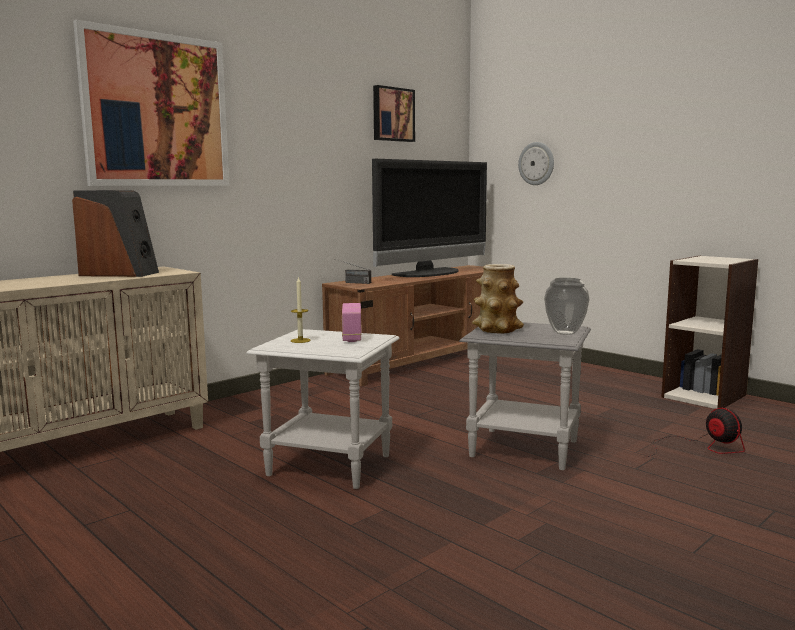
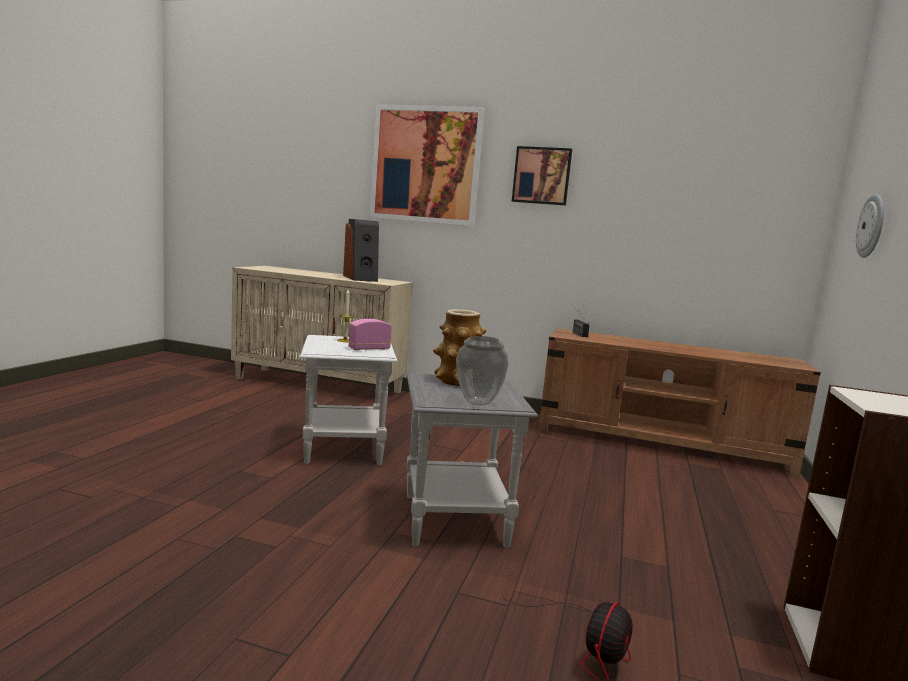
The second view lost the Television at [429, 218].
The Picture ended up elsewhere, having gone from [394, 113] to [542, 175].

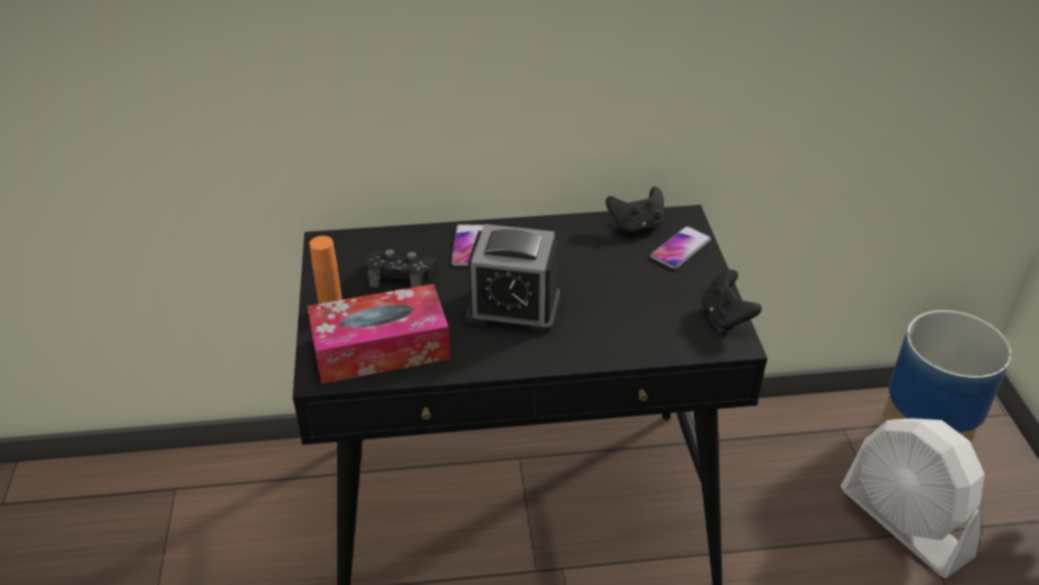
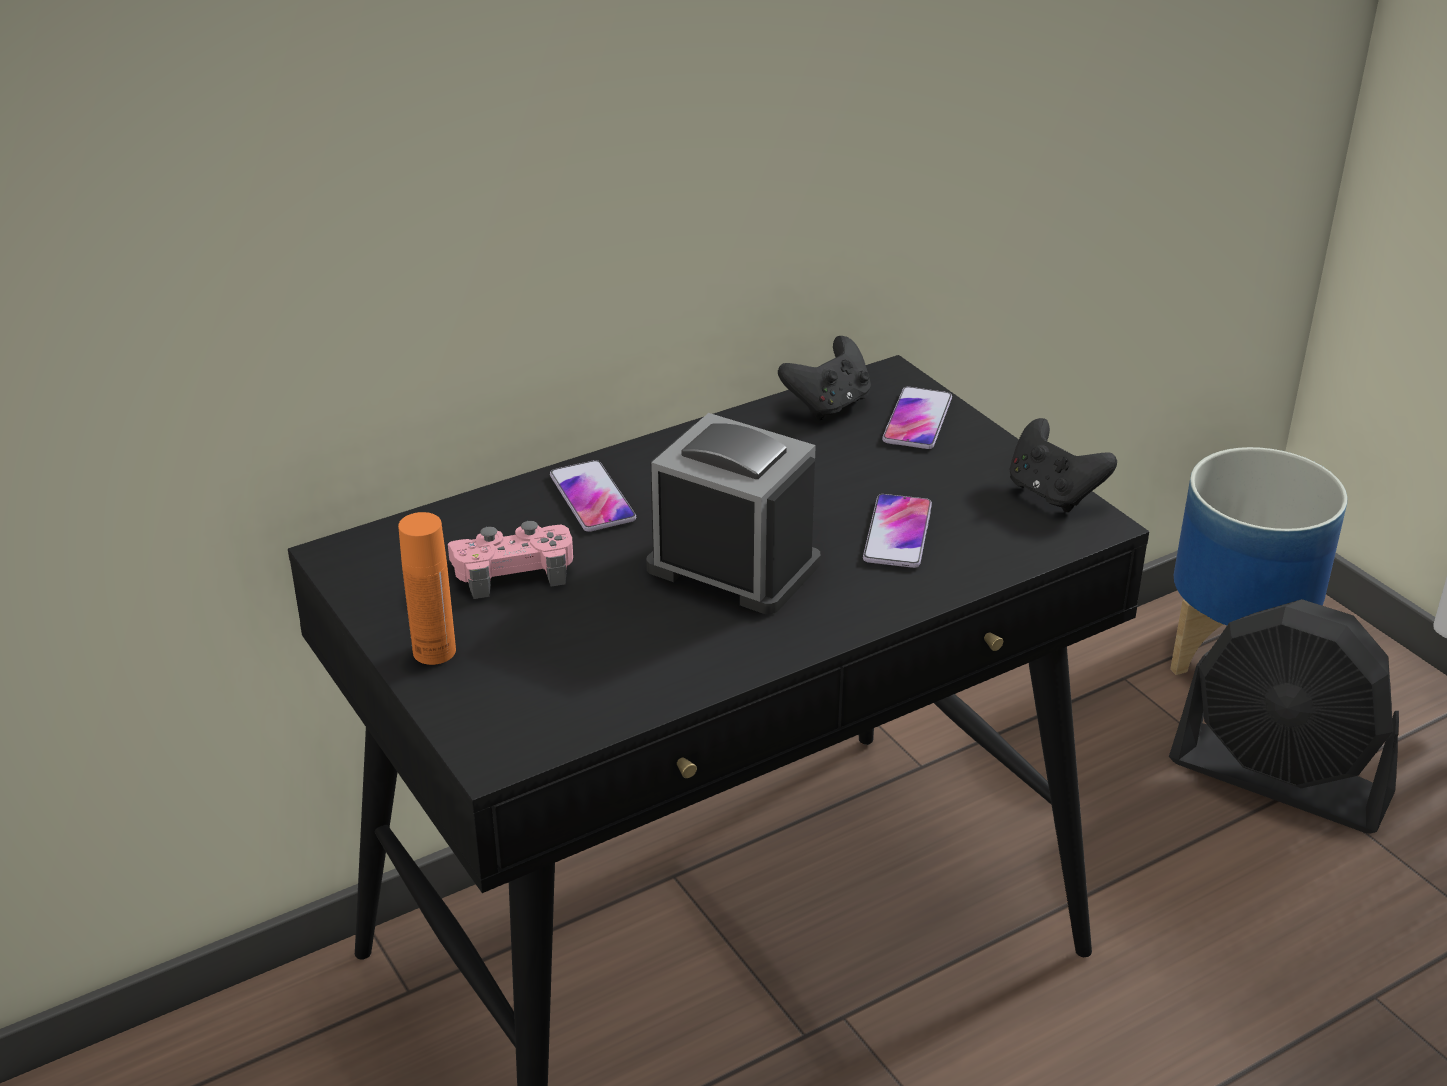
The second view lost the TissueBox at [378, 334].
The second view gained the Phone at [897, 531].
What was the BlackGameController at [401, 268] turned into the PinkGameController at [510, 560].
What was the WhiteFan at [913, 498] turned into the BlackFan at [1284, 716].
The AlarmClock at [513, 278] ended up facing another way, 135 degrees counterclockwise from before.

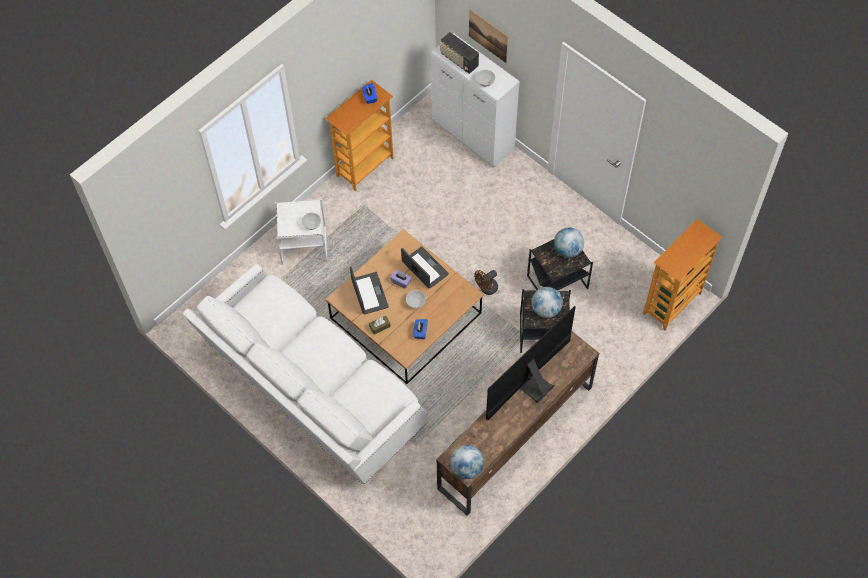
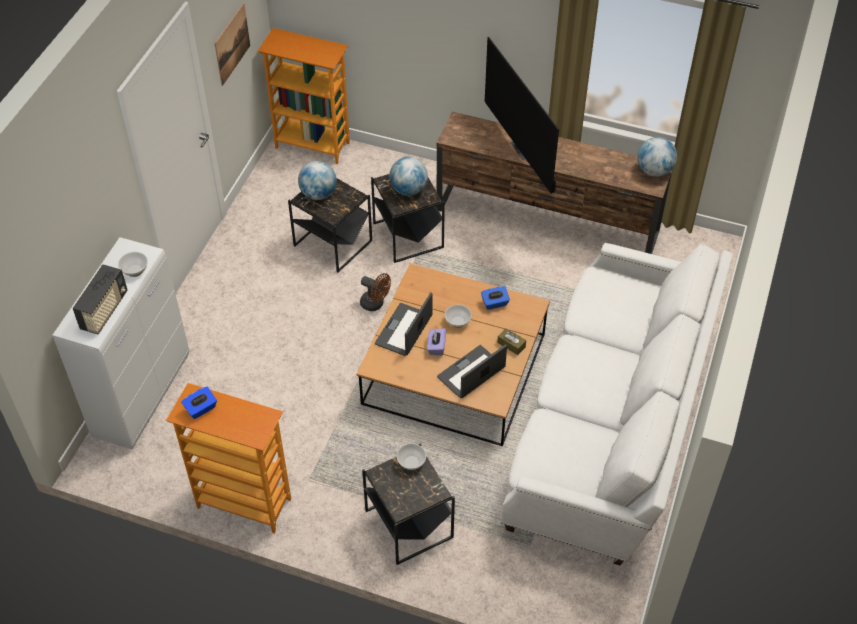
The Picture ended up elsewhere, having gone from [488, 36] to [232, 44].
What was the WhiteSideTable at [301, 232] turned into the BlackSideTable at [408, 504].
The Television at [531, 363] ended up facing another way, 45 degrees clockwise from before.

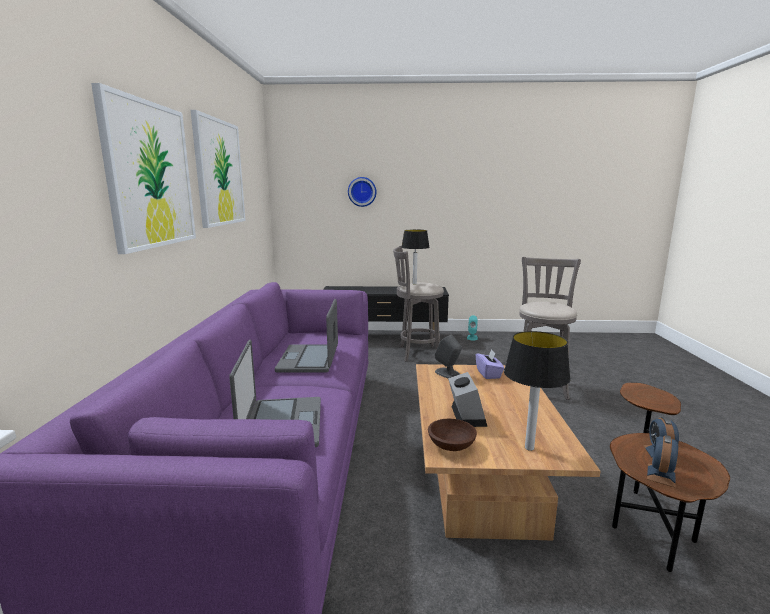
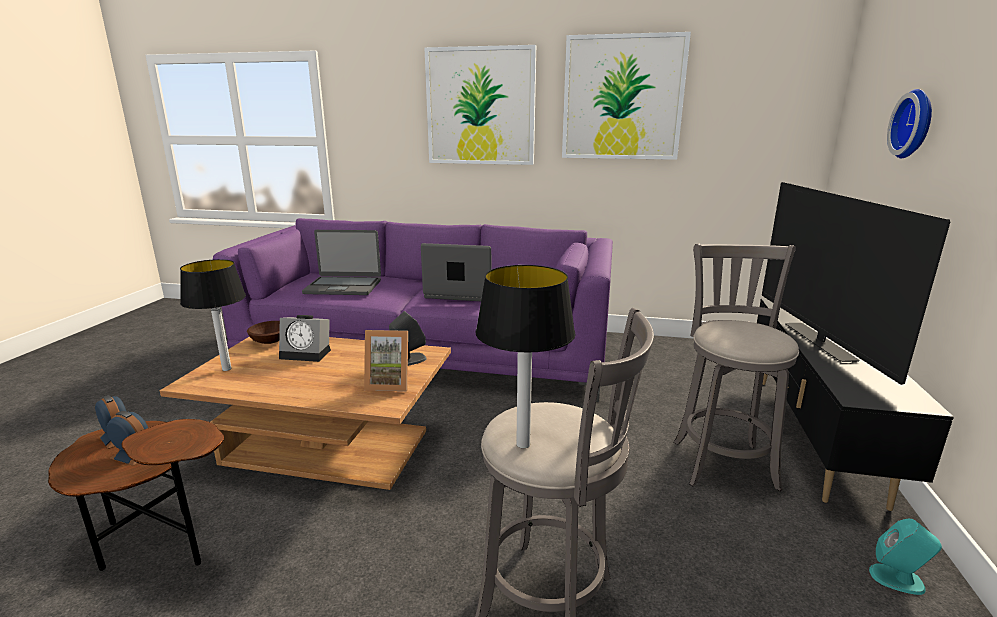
The second view gained the Television at [856, 283].
The TableLamp ended up elsewhere, having gone from [415, 256] to [526, 356].
Where the PurpleTissueBox stood at [490, 364], the PictureFrame came to stand at [386, 360].

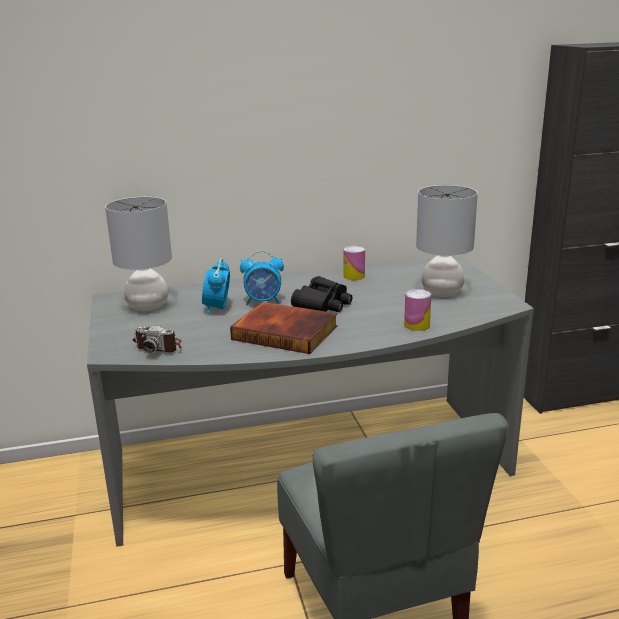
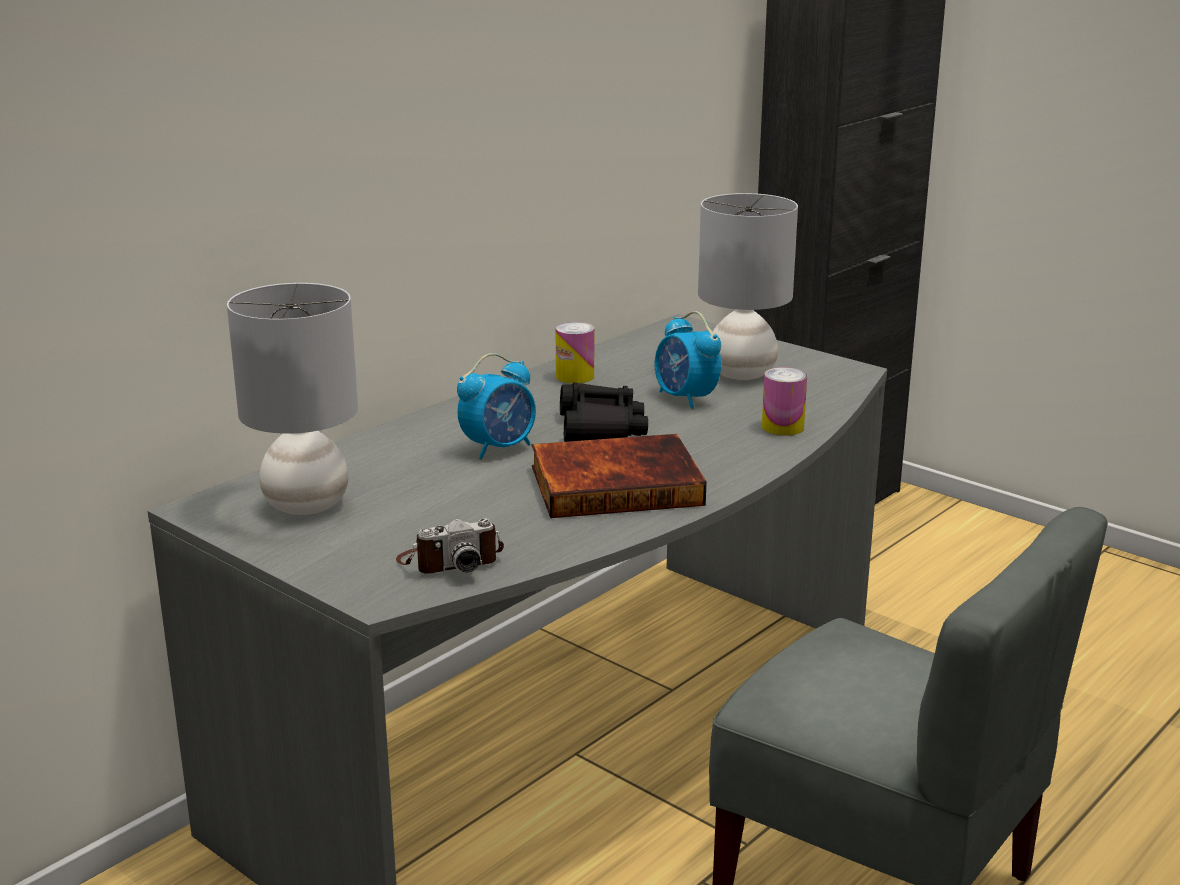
The AlarmClock ended up elsewhere, having gone from [216, 286] to [688, 360].

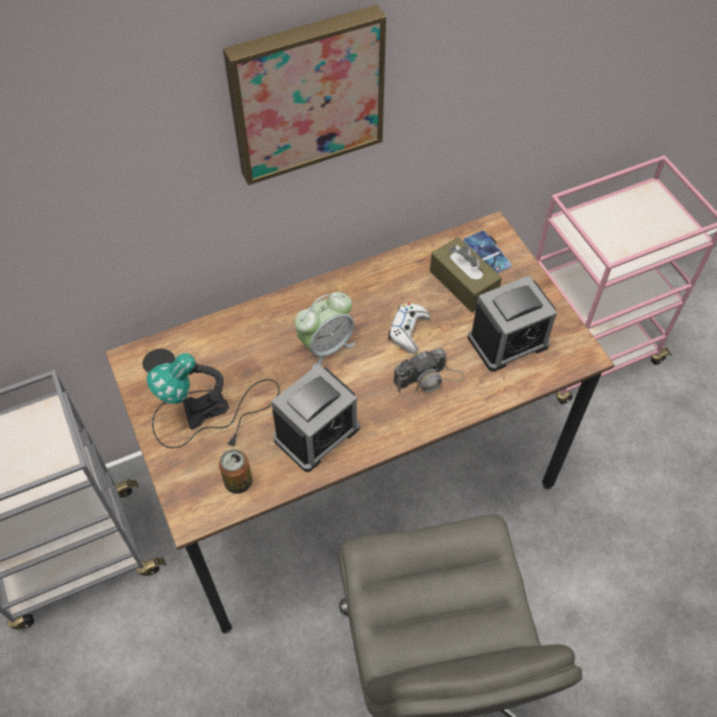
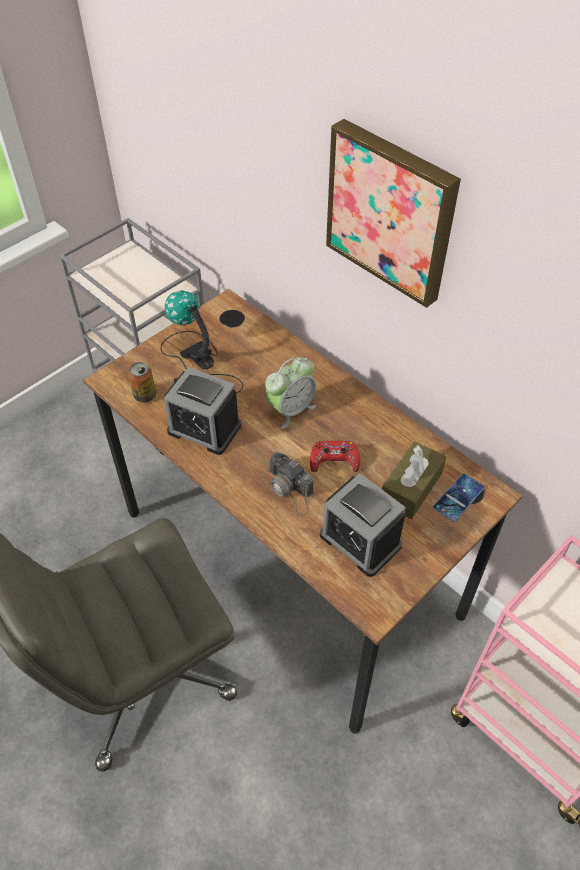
What was the WhiteGameController at [409, 328] turned into the RedGameController at [335, 456].
The AlarmClock at [324, 330] ended up facing another way, 75 degrees counterclockwise from before.

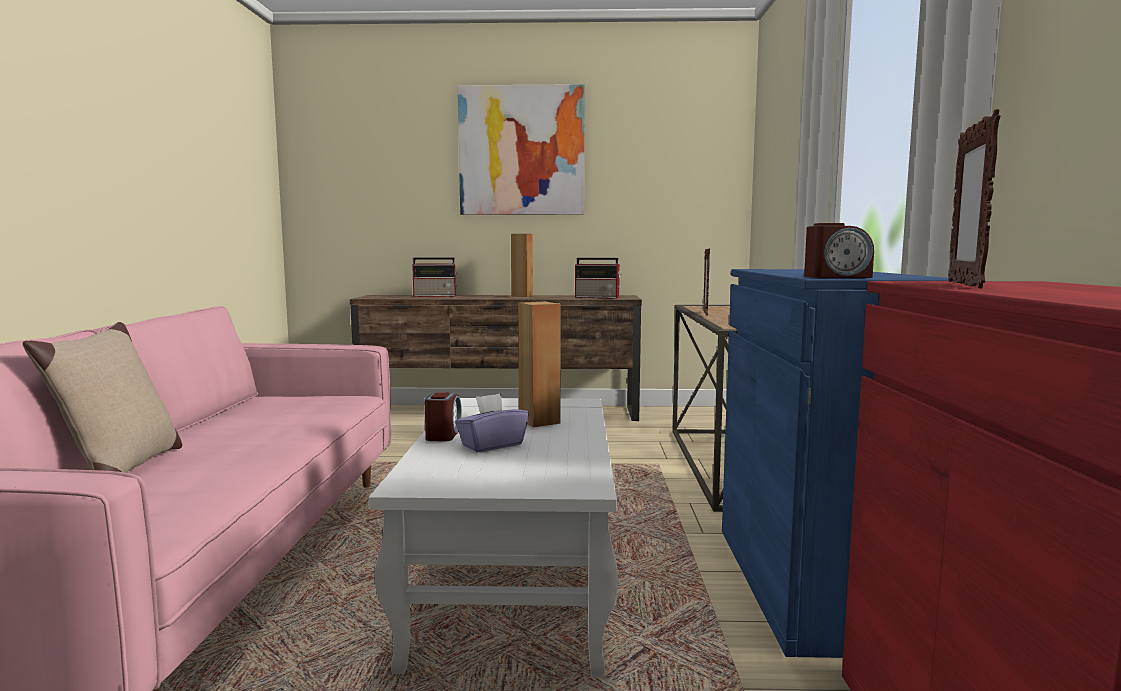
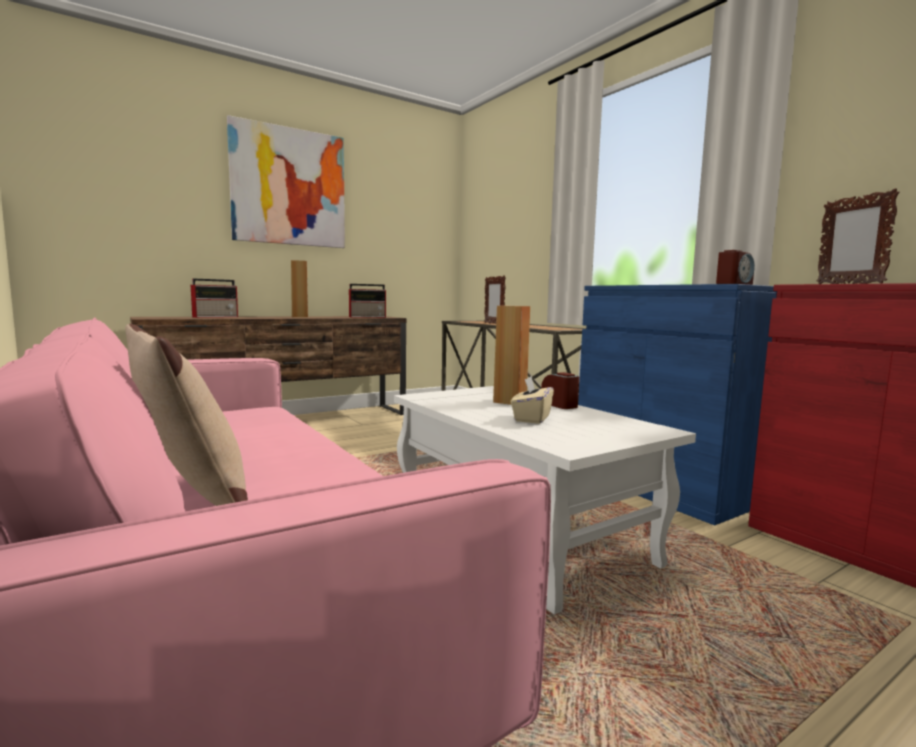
The AlarmClock ended up elsewhere, having gone from [443, 416] to [560, 390].
What was the PurpleTissueBox at [492, 422] turned into the BeigeTissueBox at [532, 400].

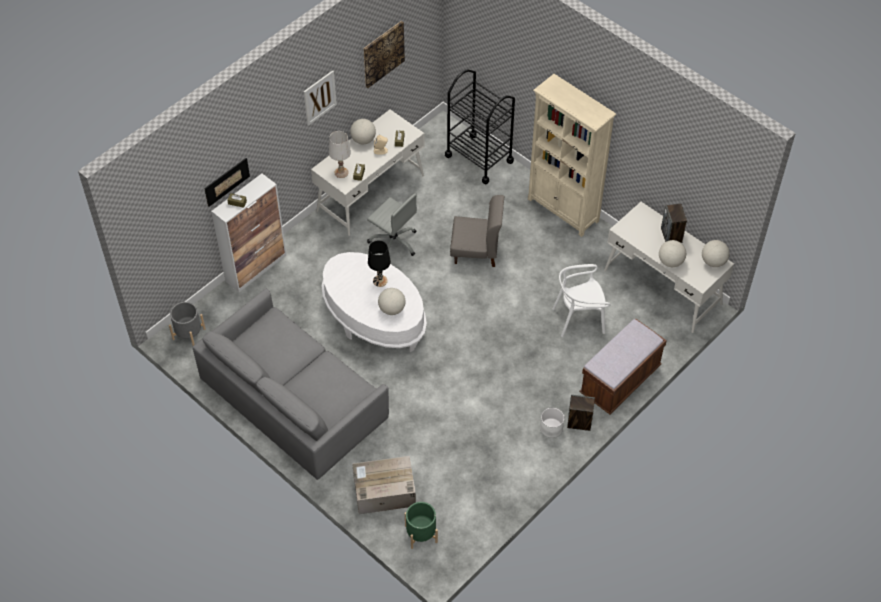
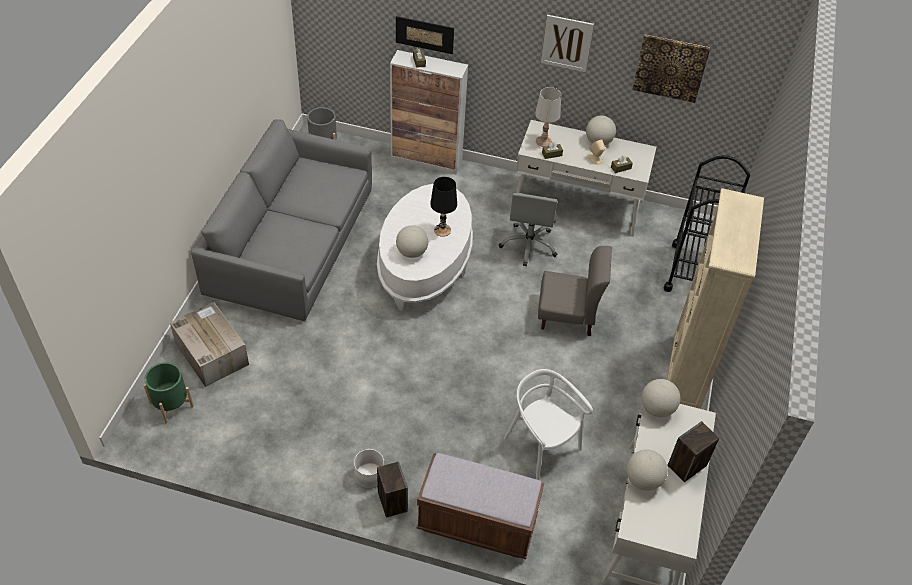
The Globe ended up elsewhere, having gone from [716, 253] to [661, 398].
The GreyChair at [477, 231] ended up facing another way, 60 degrees counterclockwise from before.

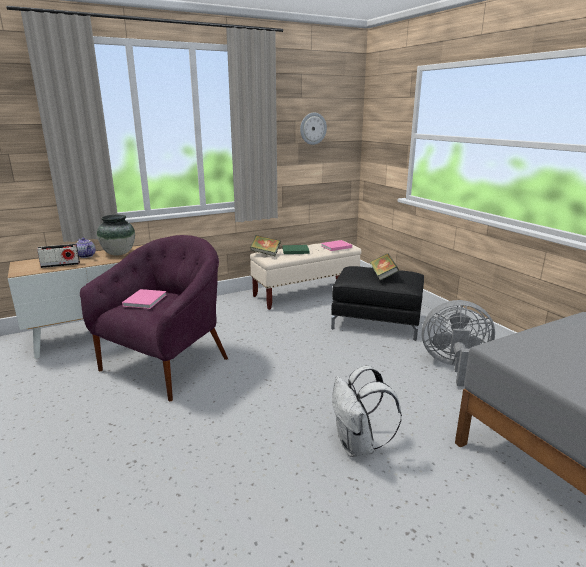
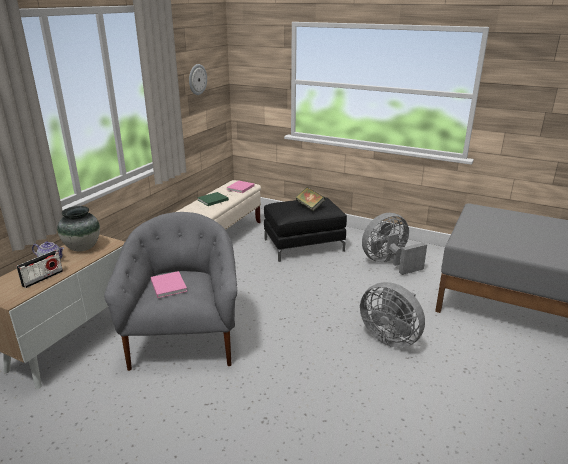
The second view lost the Book at [266, 245].
Where the WhiteBackpack stood at [367, 411], the GreyFan came to stand at [392, 315].
What was the PurpleArmchair at [154, 318] turned into the GreyArmchair at [170, 291].

